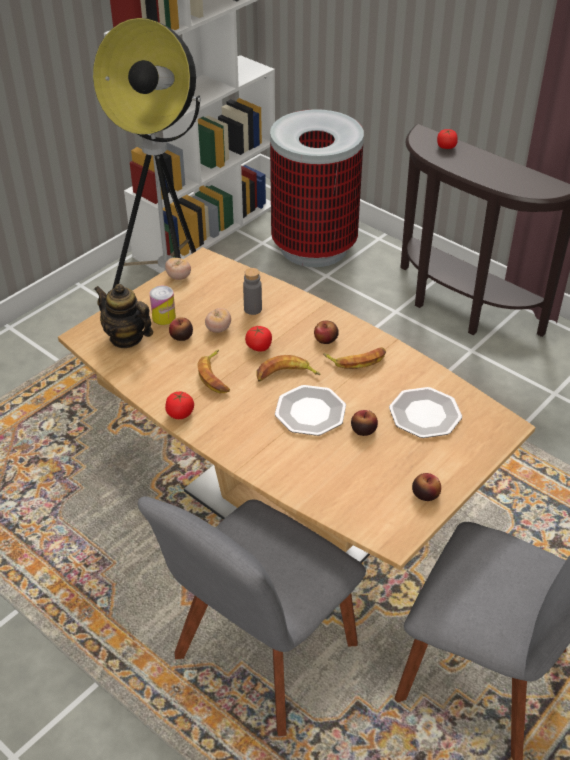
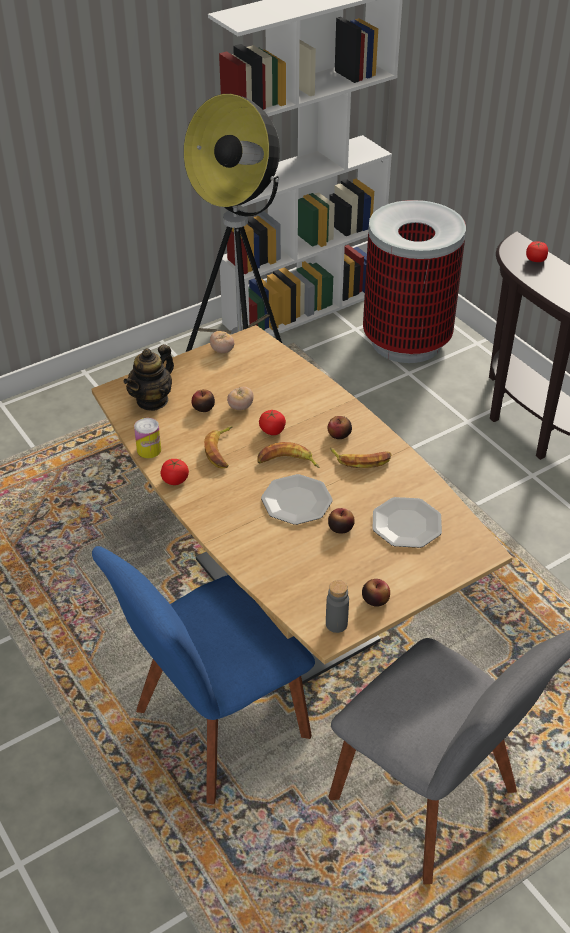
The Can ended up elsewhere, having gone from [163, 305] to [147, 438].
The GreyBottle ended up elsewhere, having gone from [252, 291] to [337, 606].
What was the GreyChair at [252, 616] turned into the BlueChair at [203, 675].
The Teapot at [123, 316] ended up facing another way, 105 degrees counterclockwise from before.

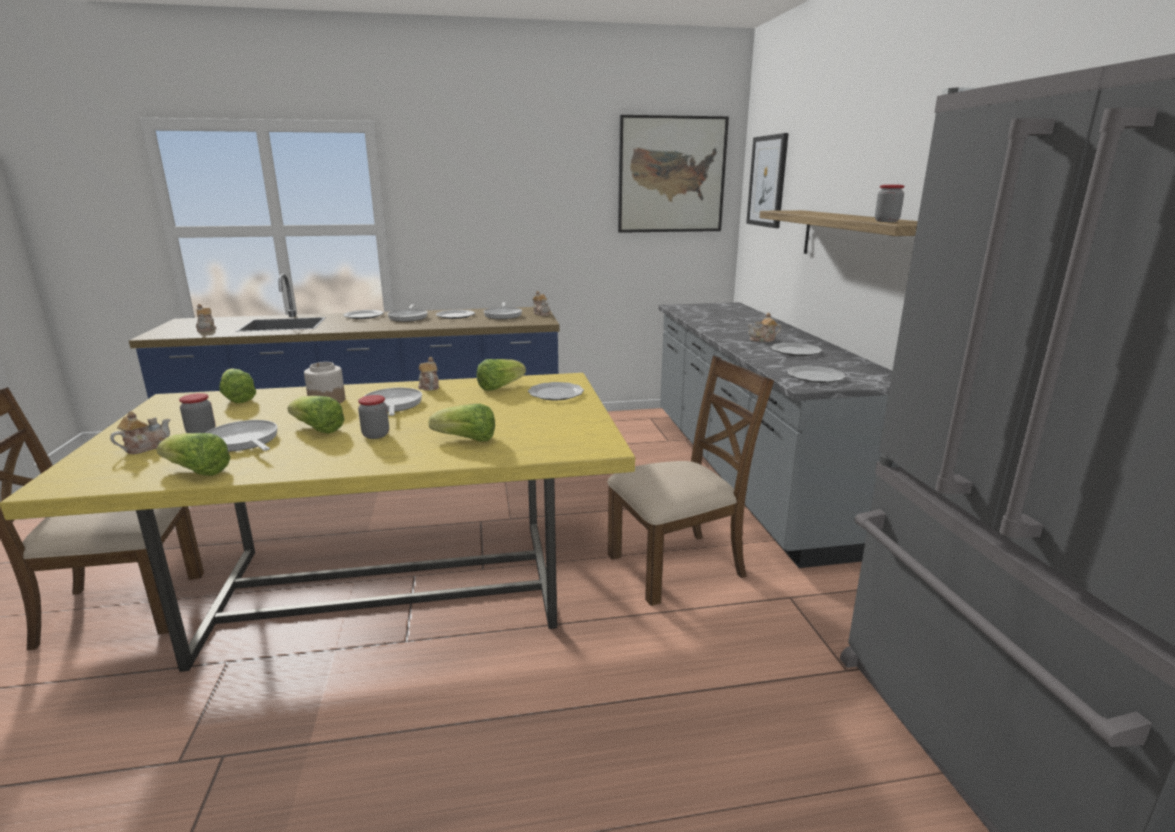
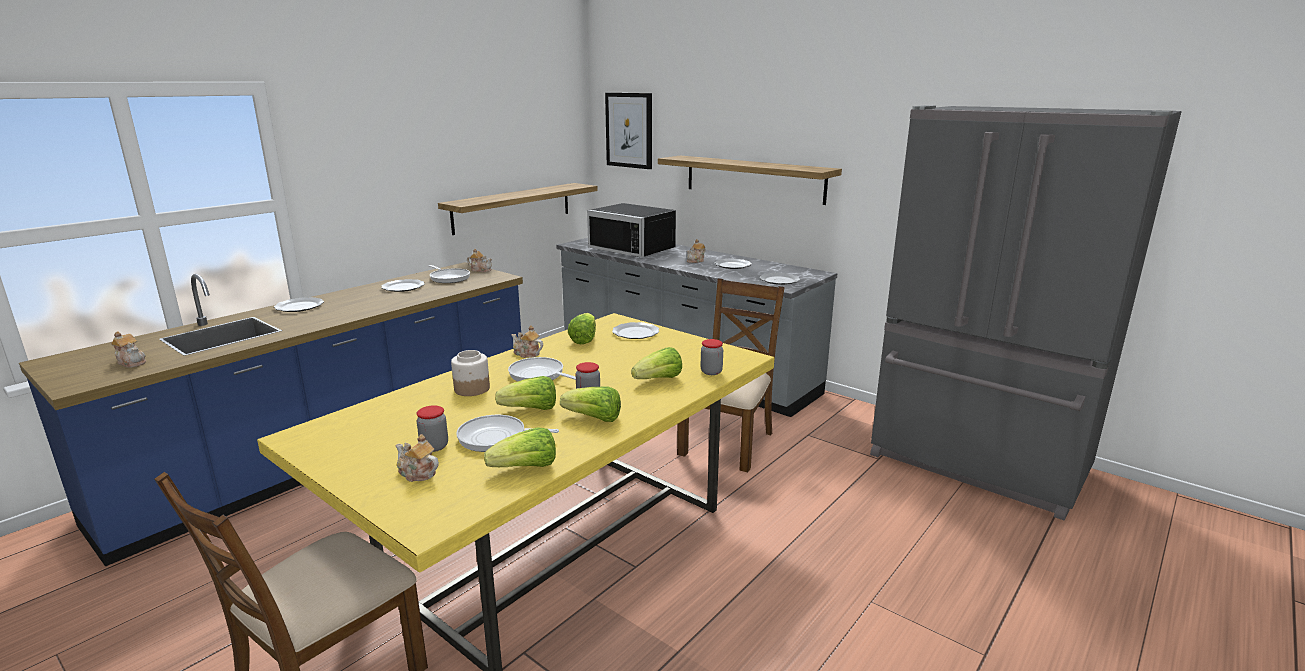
The second view lost the FryingPan at [407, 313].
The second view lost the Picture at [673, 174].
The second view gained the Shelf at [518, 209].
The second view gained the BlackMicrowave at [631, 230].
The Lettuce ended up elsewhere, having gone from [237, 385] to [590, 404].
The Jar ended up elsewhere, having gone from [890, 203] to [712, 357].
The Teapot at [140, 432] ended up facing another way, 60 degrees counterclockwise from before.

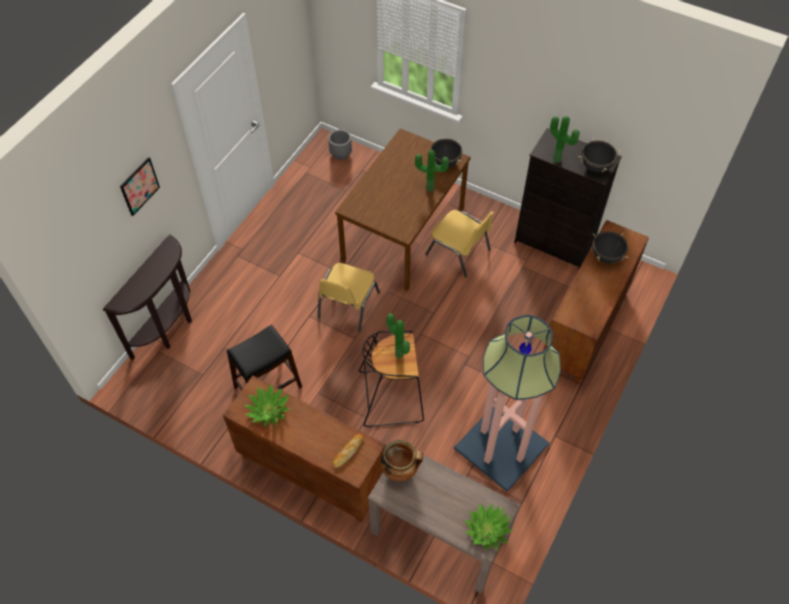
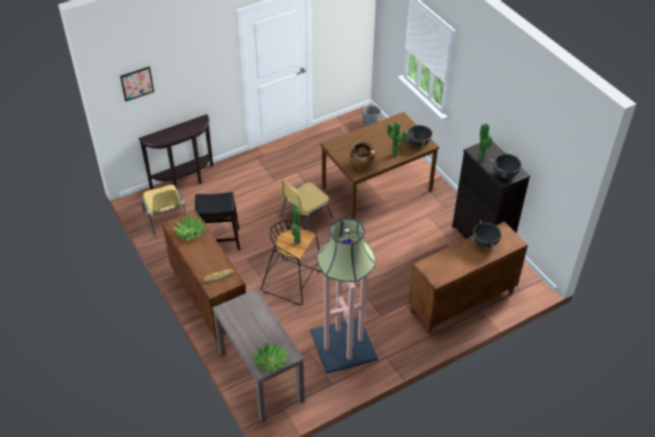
The Picture ended up elsewhere, having gone from [140, 186] to [137, 84].
The CookingPot ended up elsewhere, having gone from [402, 461] to [363, 155].
The YellowChair ended up elsewhere, having gone from [459, 243] to [163, 210].

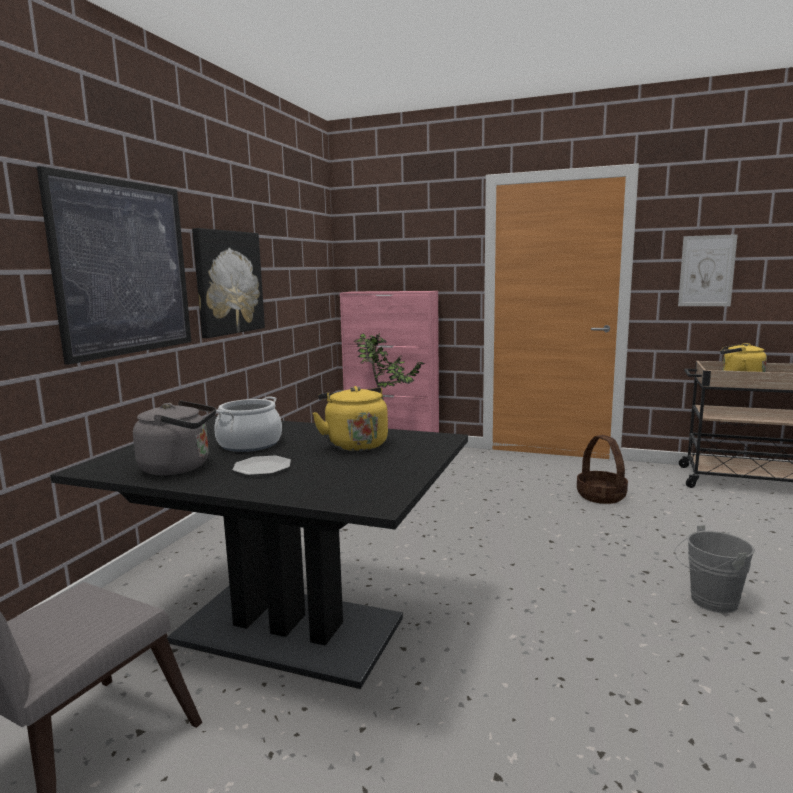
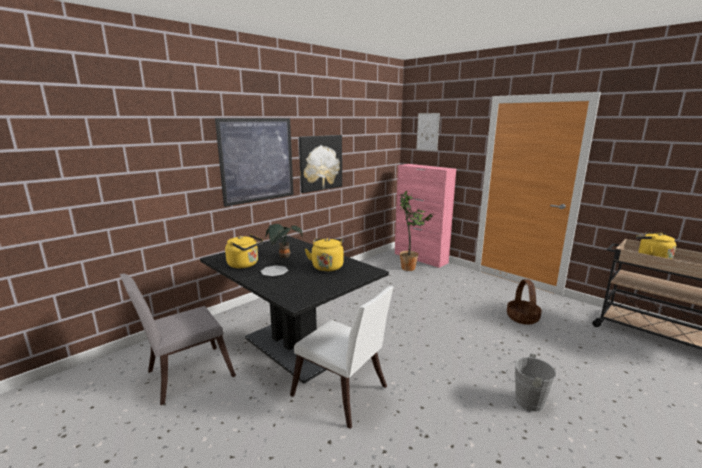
The second view gained the WhiteChair at [341, 357].
The Picture ended up elsewhere, having gone from [708, 270] to [428, 132].
Where the CookingPot stood at [248, 424], the PottedPlant came to stand at [284, 241].
What was the GreyKettle at [174, 438] turned into the YellowKettle at [244, 251].

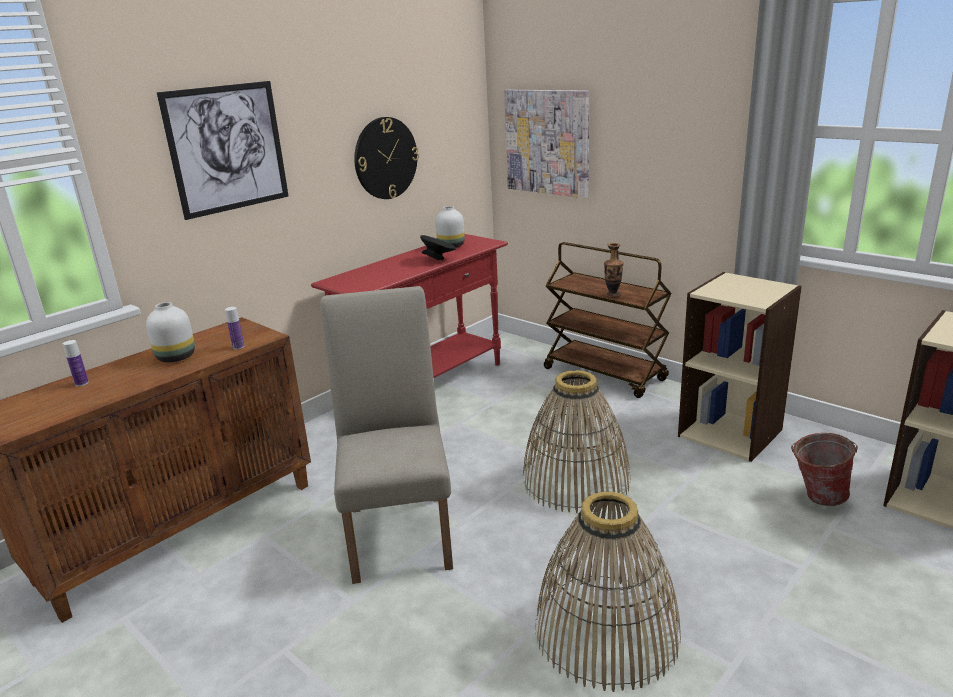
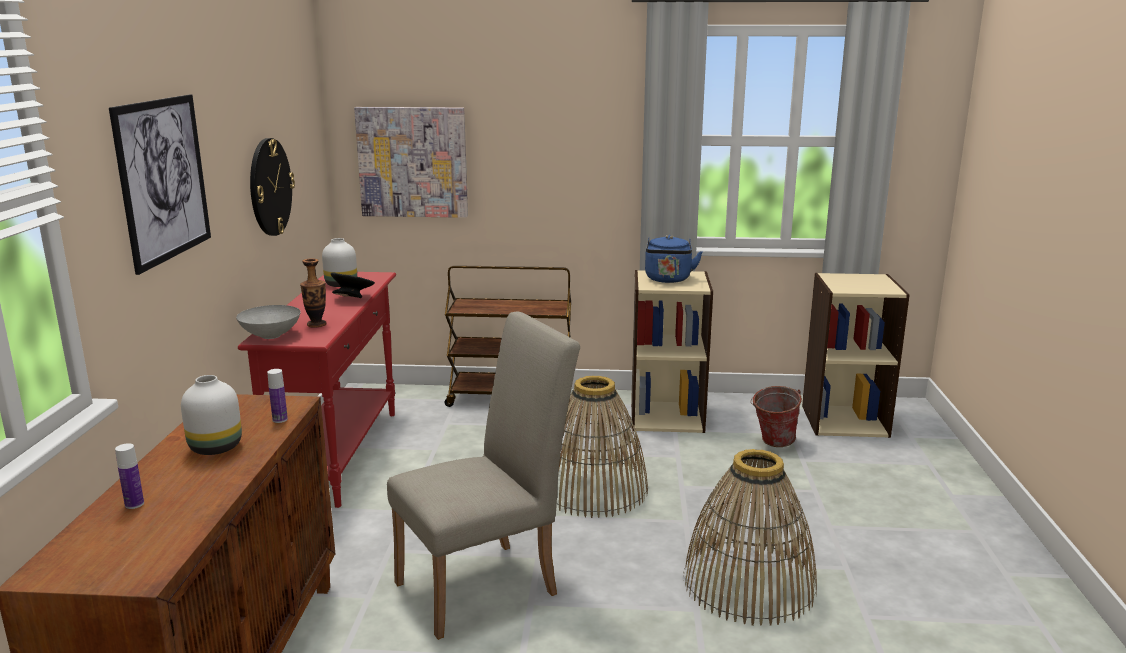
The second view gained the GreyBowl at [268, 322].
The second view gained the BlueKettle at [673, 259].
The Vase ended up elsewhere, having gone from [613, 270] to [313, 293].
The BeigeChair at [386, 435] ended up facing another way, 105 degrees clockwise from before.

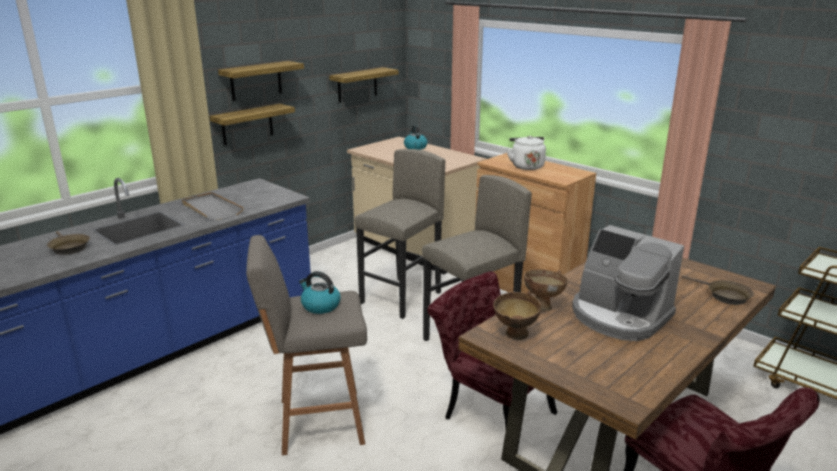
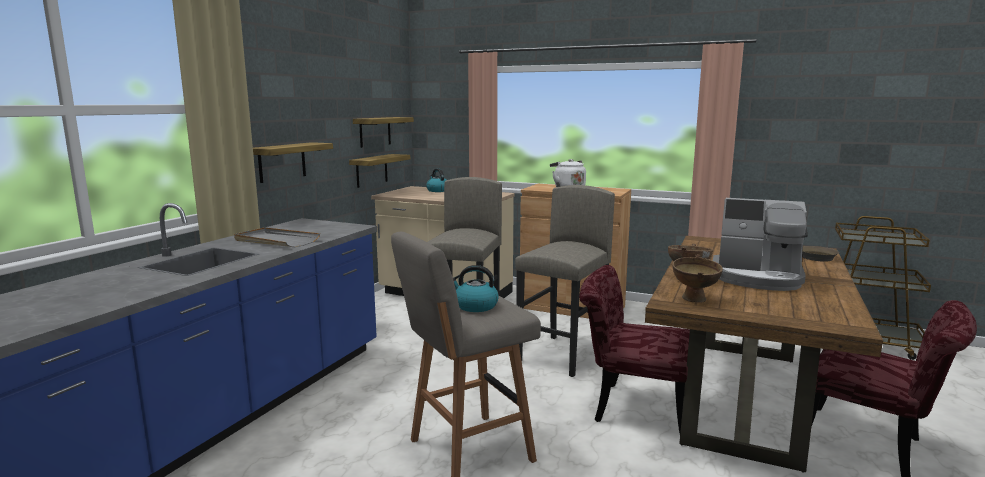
The second view lost the BrownFryingPan at [68, 243].
The Shelf ended up elsewhere, having gone from [261, 81] to [379, 171].

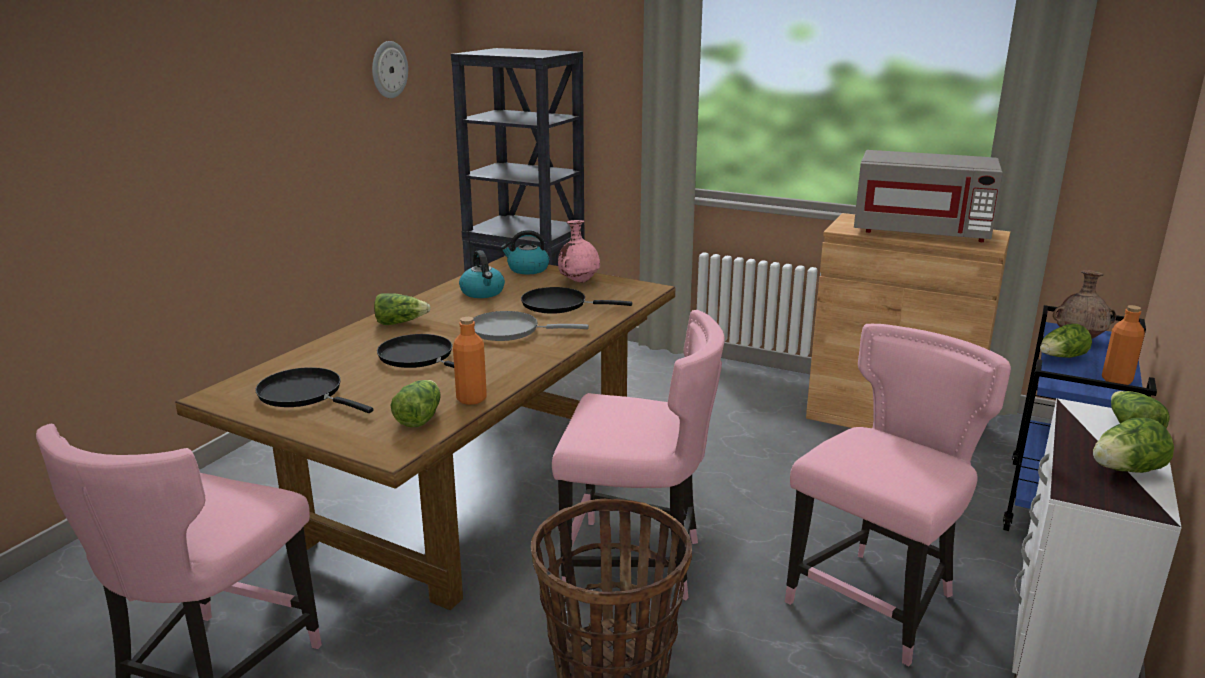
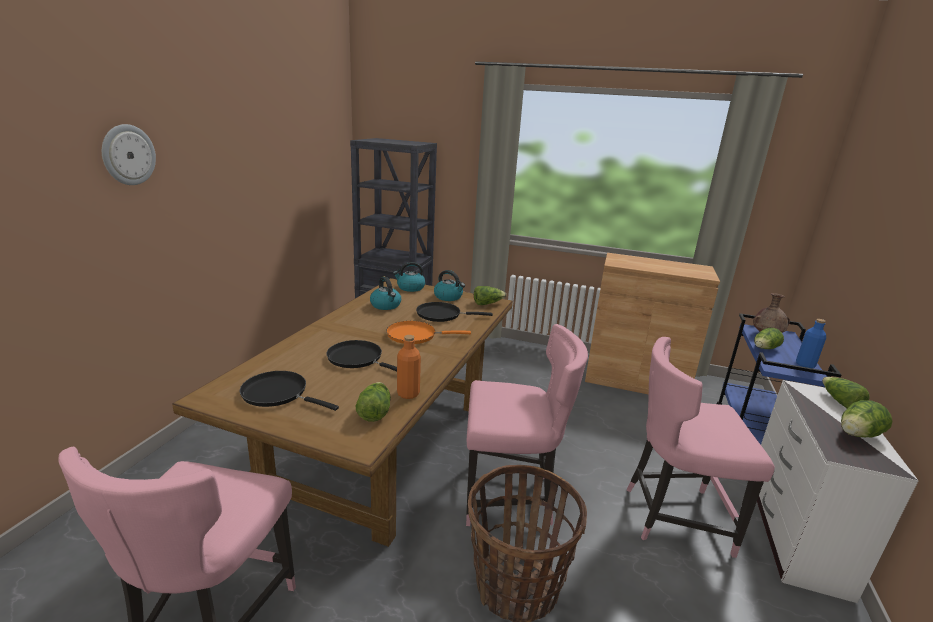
The second view lost the GreyMicrowave at [928, 196].
The WallClock ended up elsewhere, having gone from [390, 69] to [129, 154].
The Lettuce ended up elsewhere, having gone from [402, 309] to [490, 295].
Where the PinkVase stood at [579, 251], the Kettle came to stand at [449, 285].
What was the GreyFryingPan at [531, 326] turned into the OrangeFryingPan at [428, 332].
What was the OrangeBottle at [1123, 345] turned into the BlueBottle at [811, 343].
The PinkChair at [898, 495] ended up facing another way, 120 degrees counterclockwise from before.

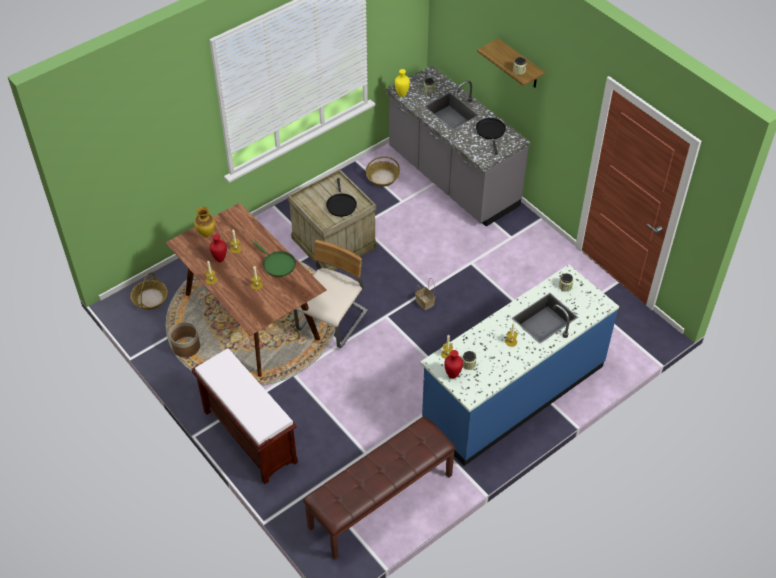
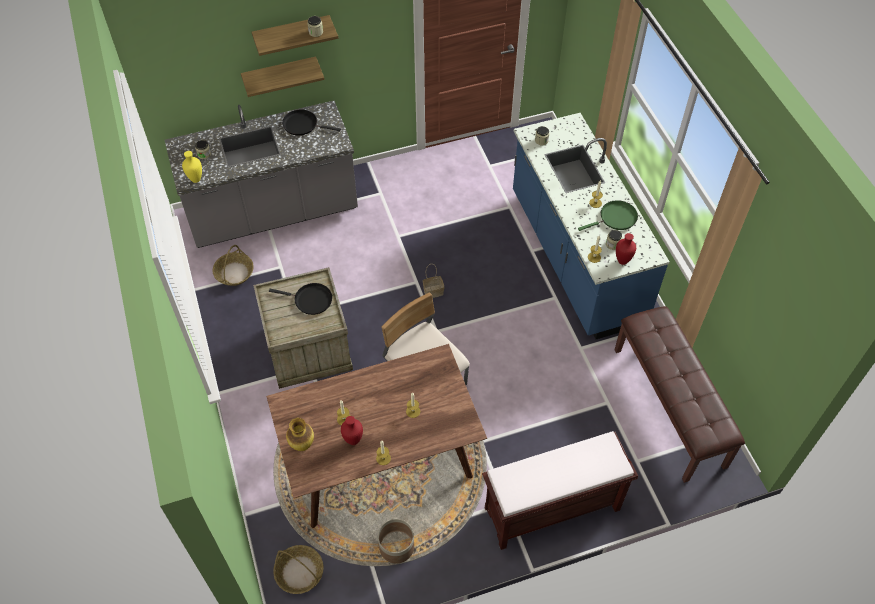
The second view gained the Shelf at [283, 77].
The GreenFryingPan ended up elsewhere, having gone from [274, 259] to [608, 215].

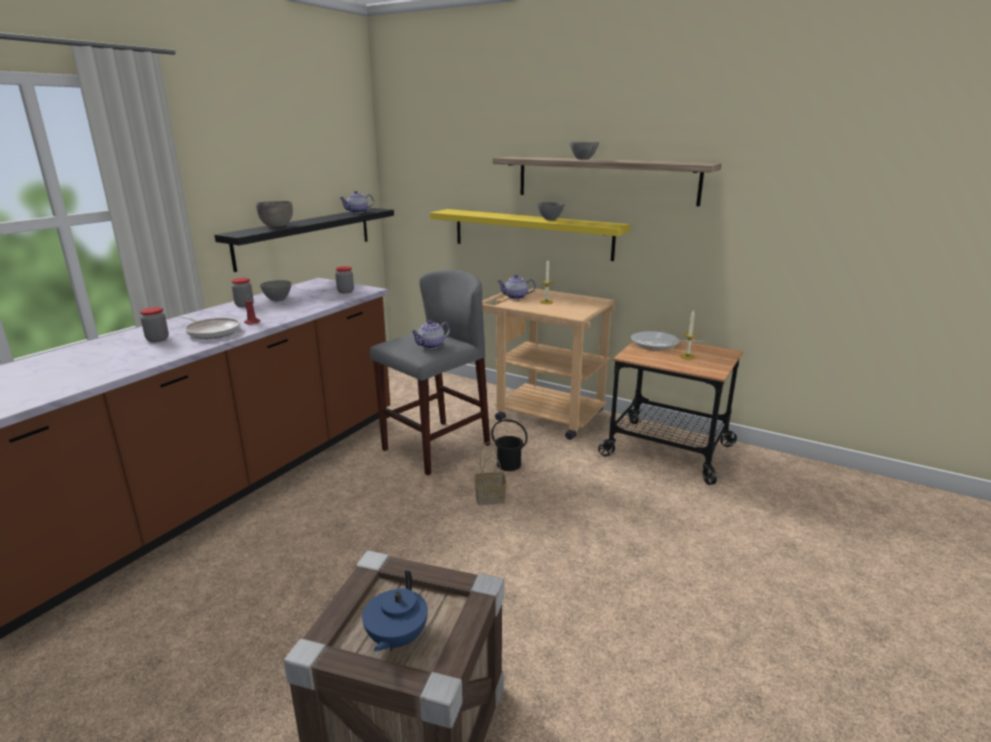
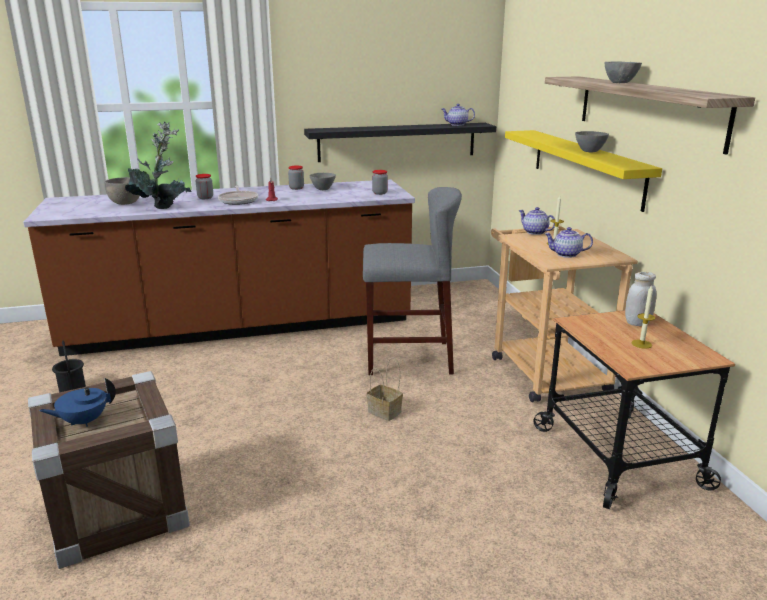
The second view gained the PottedPlant at [158, 165].
The GreyBowl ended up elsewhere, having gone from [274, 214] to [122, 191].
The Teapot ended up elsewhere, having gone from [430, 334] to [569, 242].
The BlackBucket ended up elsewhere, having gone from [509, 445] to [69, 366].
Where the FryingPan stood at [668, 341], the WhiteJar came to stand at [640, 299].

